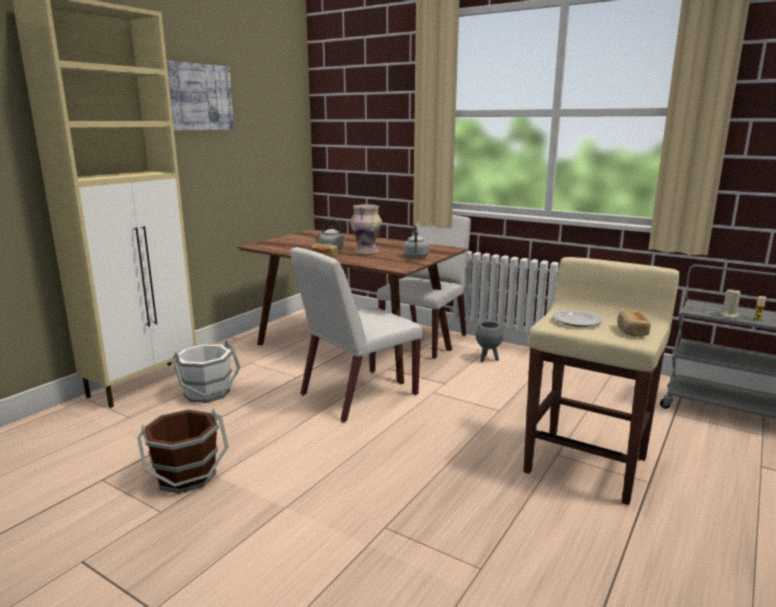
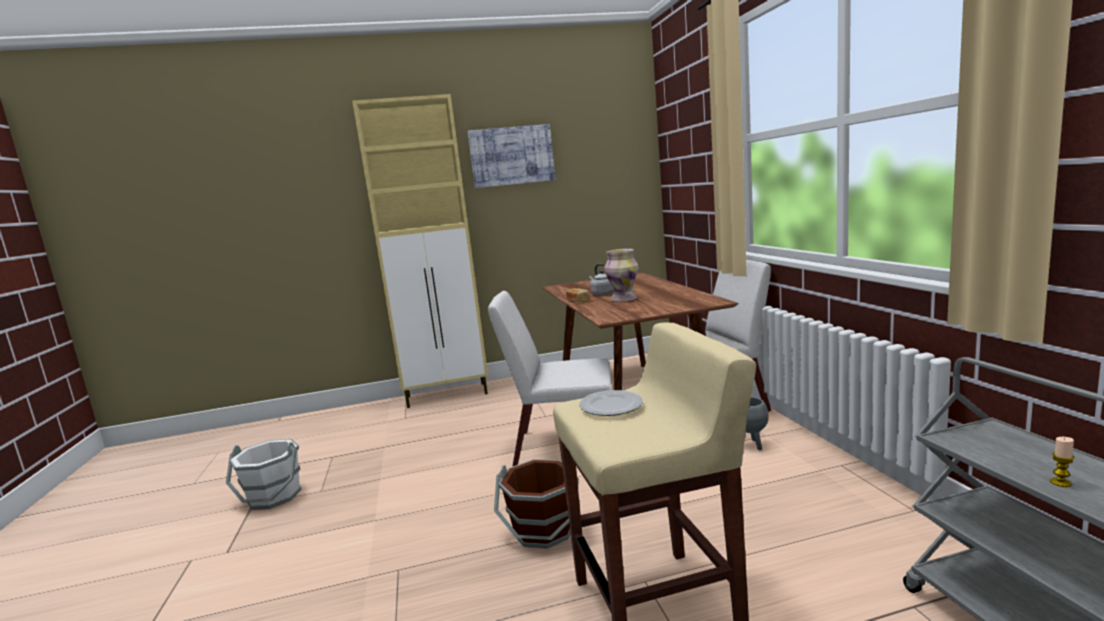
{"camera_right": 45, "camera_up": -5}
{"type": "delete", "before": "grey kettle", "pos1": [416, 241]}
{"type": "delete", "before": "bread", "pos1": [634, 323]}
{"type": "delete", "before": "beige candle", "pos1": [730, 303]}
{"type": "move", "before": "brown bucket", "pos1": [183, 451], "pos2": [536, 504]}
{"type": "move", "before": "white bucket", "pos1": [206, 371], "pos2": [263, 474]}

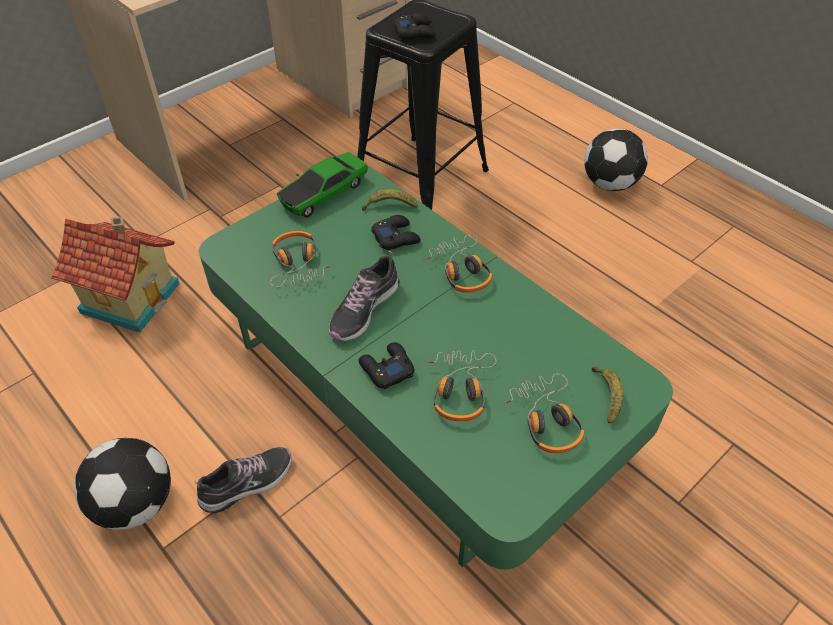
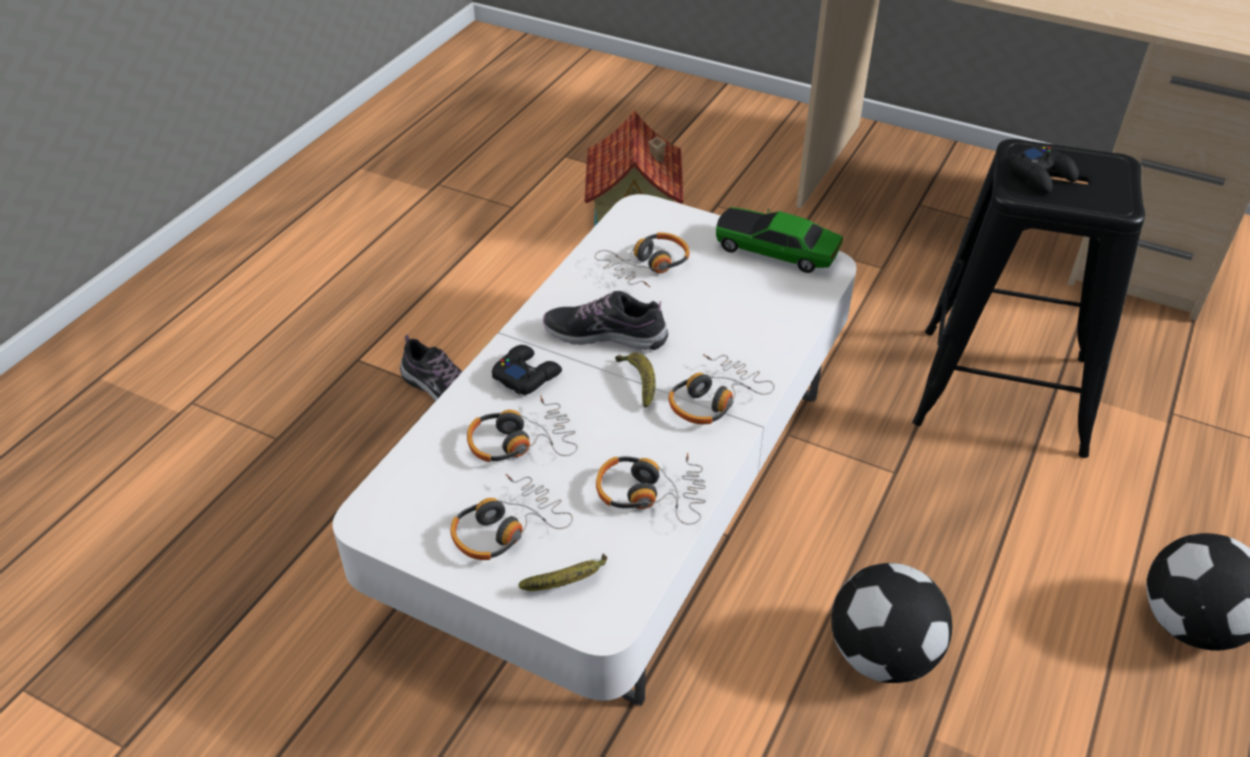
{"camera_right": 70, "camera_up": -5}
{"type": "delete", "before": "black game controller", "pos1": [396, 232]}
{"type": "insert", "after": "headphones", "pos2": [651, 489]}
{"type": "move", "before": "football", "pos1": [122, 484], "pos2": [892, 623]}
{"type": "move", "before": "banana", "pos1": [390, 200], "pos2": [635, 380]}
{"type": "recolor", "before": "green coffee table", "after": "white coffee table", "pos1": [436, 367], "pos2": [594, 450]}

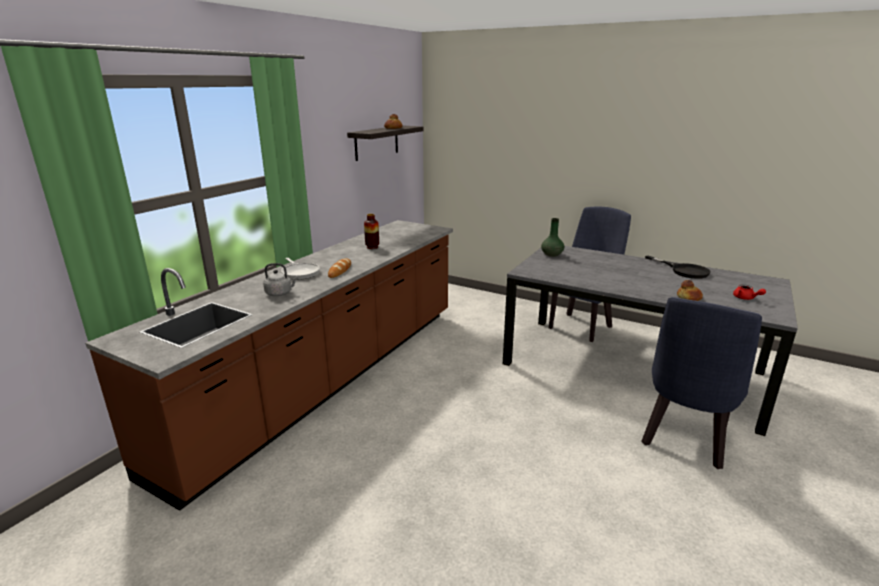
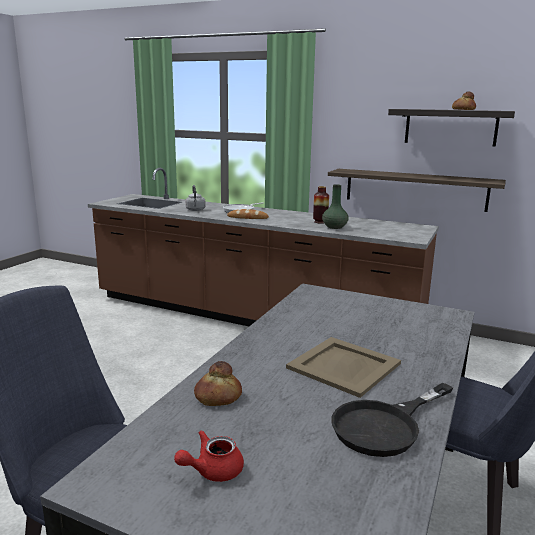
{"camera_right": 85, "camera_up": -5}
{"type": "insert", "after": "beige tray", "pos2": [343, 367]}
{"type": "insert", "after": "shelf", "pos2": [417, 190]}
{"type": "move", "before": "green vase", "pos1": [552, 237], "pos2": [335, 206]}

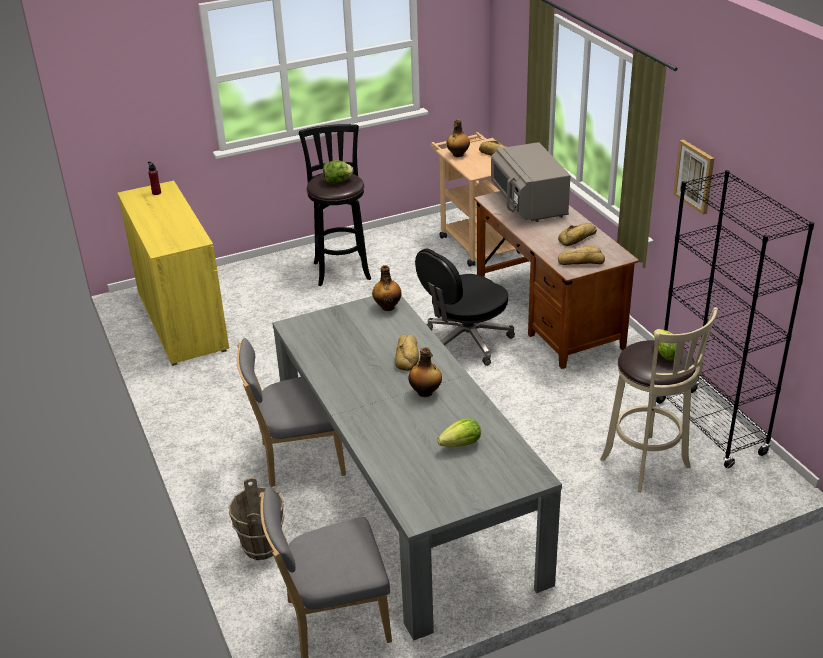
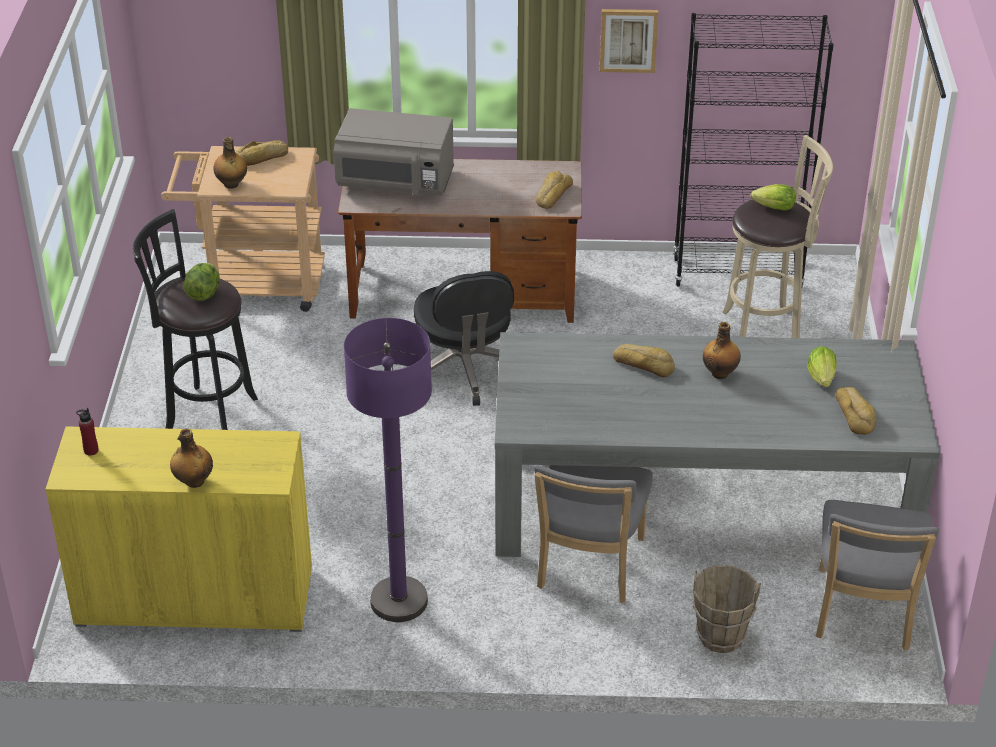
{"camera_right": -65, "camera_up": 5}
{"type": "insert", "after": "purple floor lamp", "pos2": [388, 470]}
{"type": "move", "before": "bottle", "pos1": [387, 288], "pos2": [191, 458]}
{"type": "move", "before": "bread", "pos1": [577, 234], "pos2": [856, 411]}

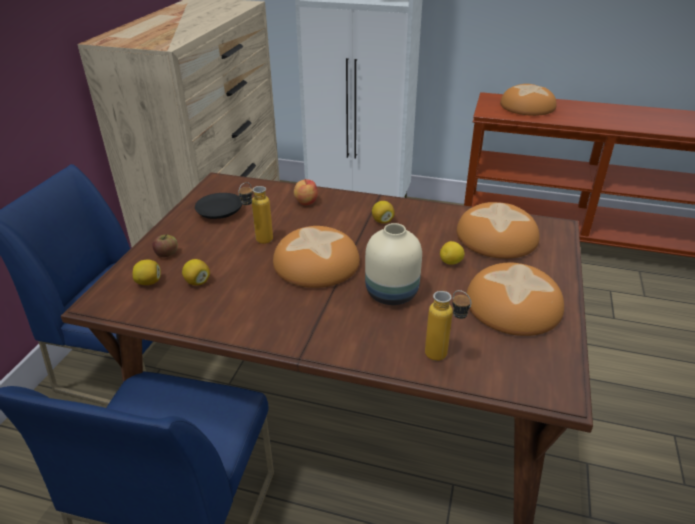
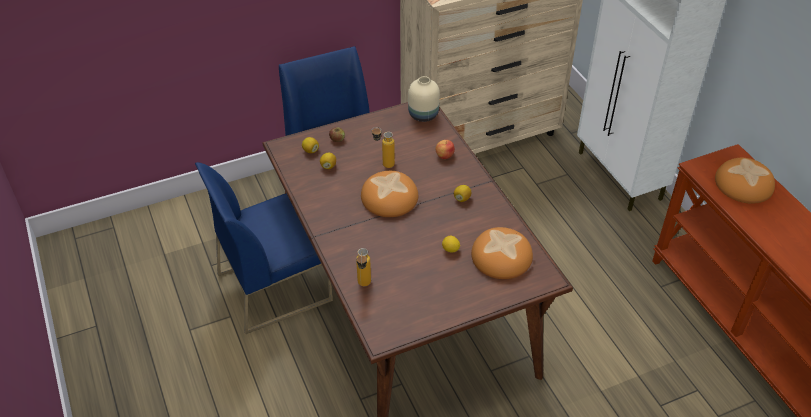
{"camera_right": 50, "camera_up": 10}
{"type": "delete", "before": "black plate", "pos1": [218, 206]}
{"type": "delete", "before": "bread", "pos1": [515, 299]}
{"type": "move", "before": "beige vase", "pos1": [393, 264], "pos2": [424, 99]}

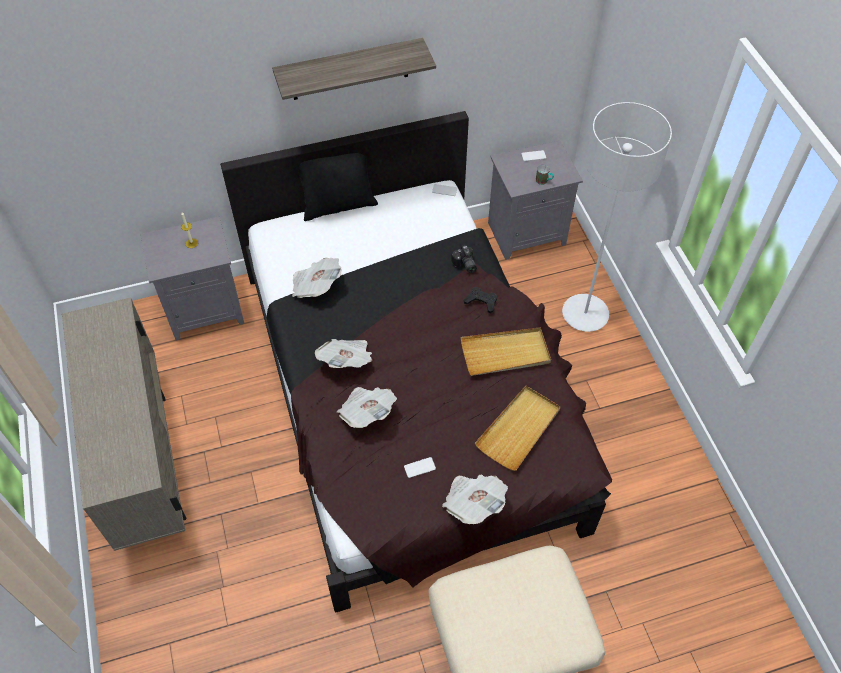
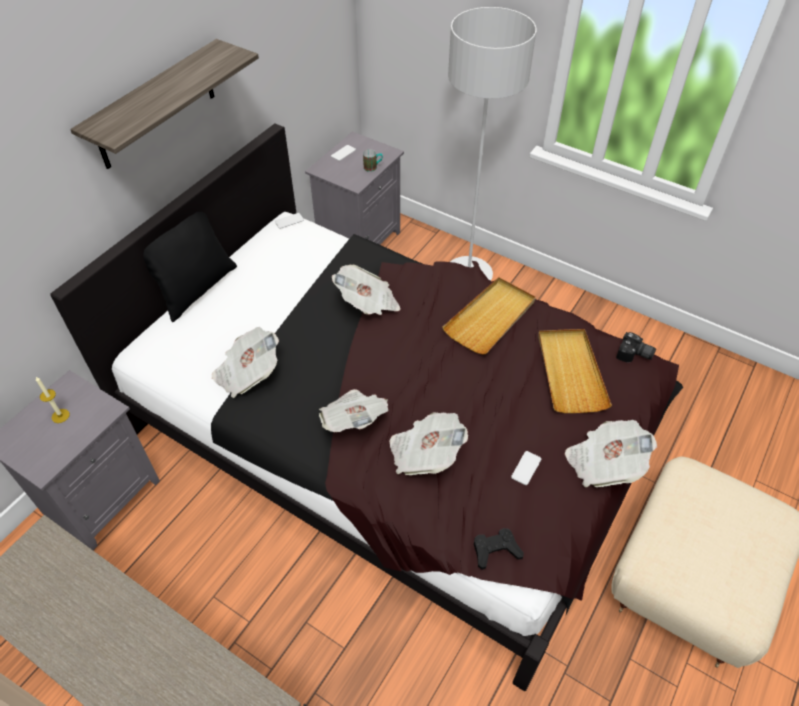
{"camera_right": -40, "camera_up": -5}
{"type": "insert", "after": "newspaper", "pos2": [366, 290]}
{"type": "move", "before": "photo camera", "pos1": [464, 259], "pos2": [636, 347]}
{"type": "move", "before": "black game controller", "pos1": [480, 300], "pos2": [499, 549]}

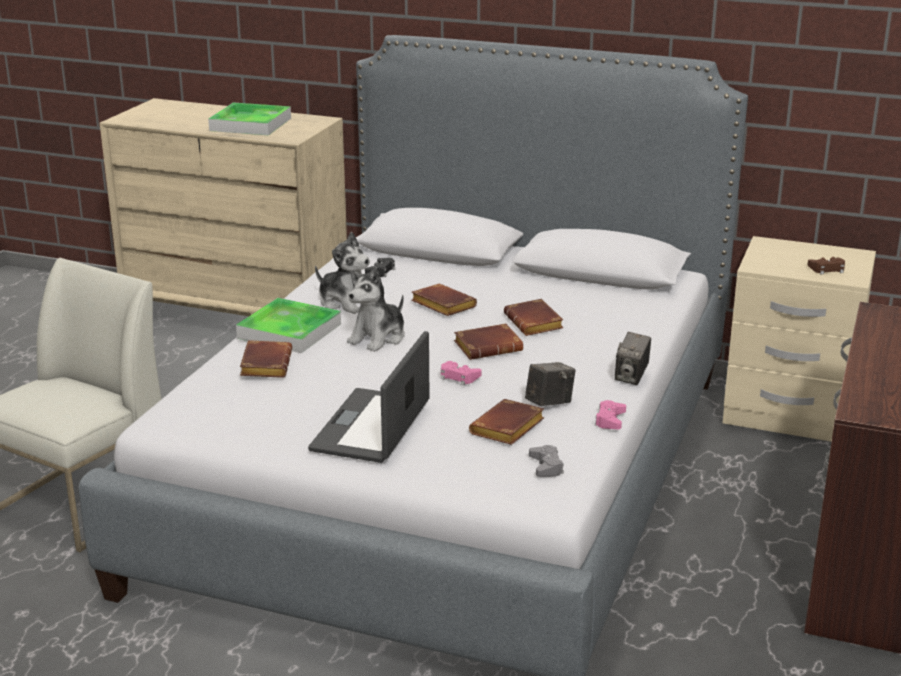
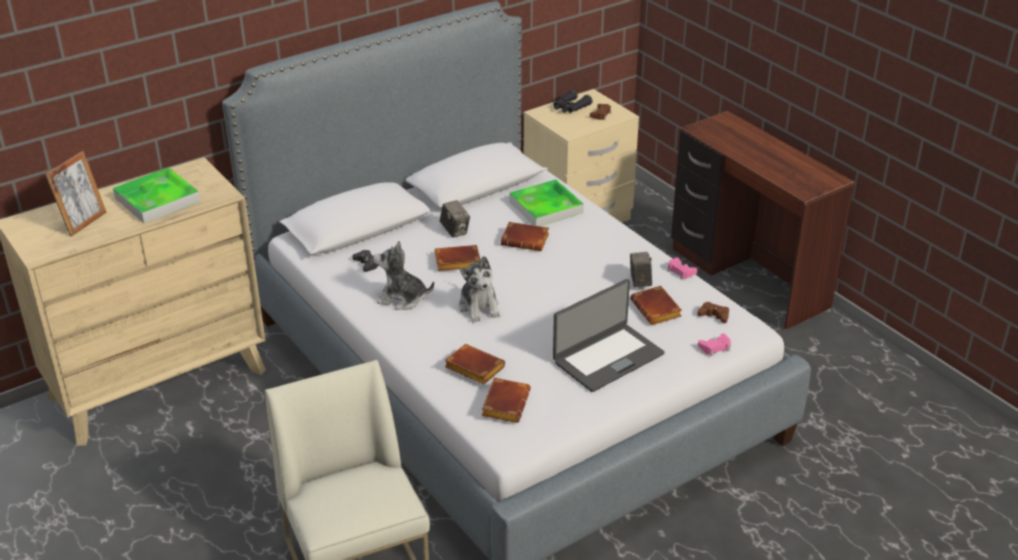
{"camera_right": -55, "camera_up": 10}
{"type": "insert", "after": "picture frame", "pos2": [76, 194]}
{"type": "insert", "after": "black binoculars", "pos2": [573, 101]}
{"type": "move", "before": "tray", "pos1": [288, 325], "pos2": [546, 202]}
{"type": "move", "before": "pink game controller", "pos1": [461, 373], "pos2": [714, 344]}
{"type": "move", "before": "brown book", "pos1": [488, 341], "pos2": [506, 400]}
{"type": "move", "before": "photo camera", "pos1": [633, 358], "pos2": [455, 219]}
{"type": "recolor", "before": "grey game controller", "after": "brown game controller", "pos1": [546, 461], "pos2": [713, 312]}
{"type": "rotate", "before": "laptop", "pos1": [368, 397], "pos2": [609, 335], "turn": -90}
{"type": "rotate", "before": "plush toy", "pos1": [342, 273], "pos2": [403, 275], "turn": -150}

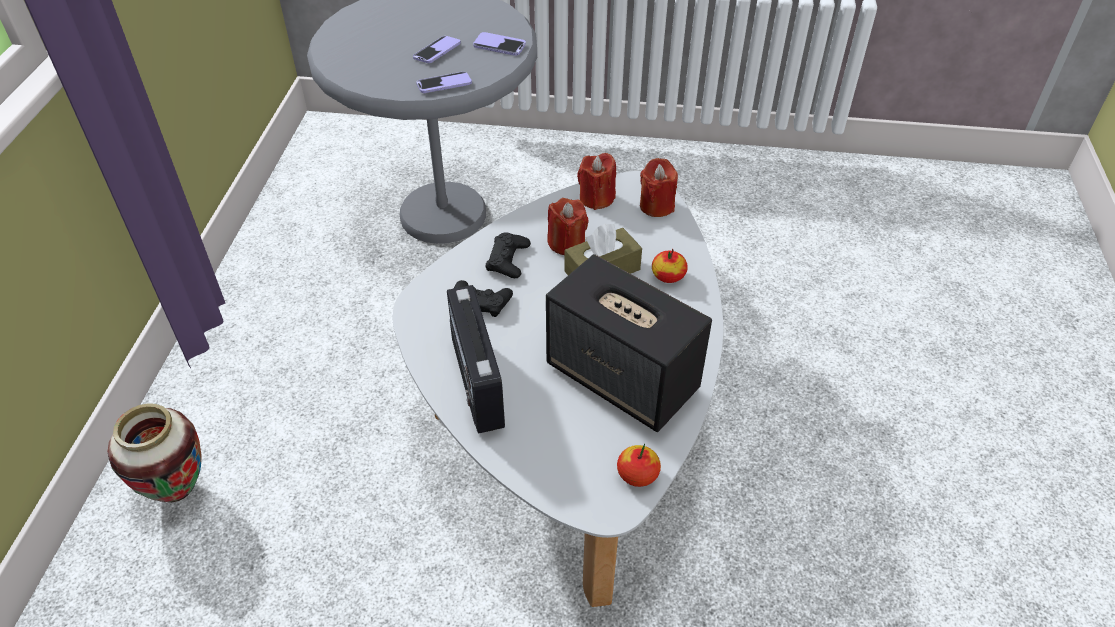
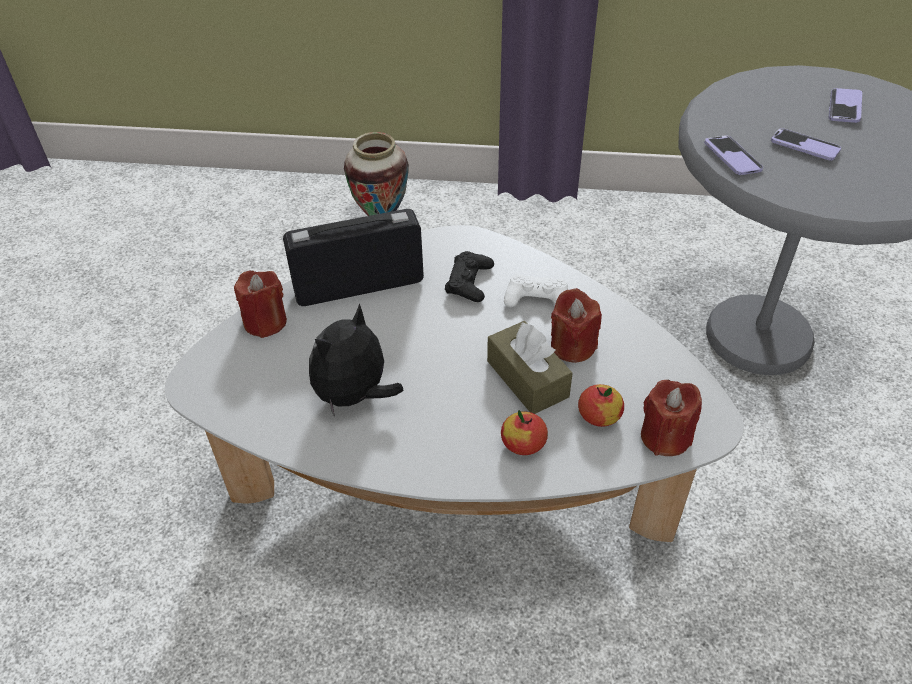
{"camera_right": 90, "camera_up": 0}
{"type": "move", "before": "phone", "pos1": [499, 44], "pos2": [845, 105]}
{"type": "move", "before": "red candle", "pos1": [596, 181], "pos2": [260, 304]}
{"type": "move", "before": "apple", "pos1": [639, 465], "pos2": [601, 405]}
{"type": "replace", "before": "speaker", "after": "plush toy", "pos1": [629, 343], "pos2": [356, 360]}
{"type": "recolor", "before": "black game controller", "after": "white game controller", "pos1": [508, 255], "pos2": [536, 290]}

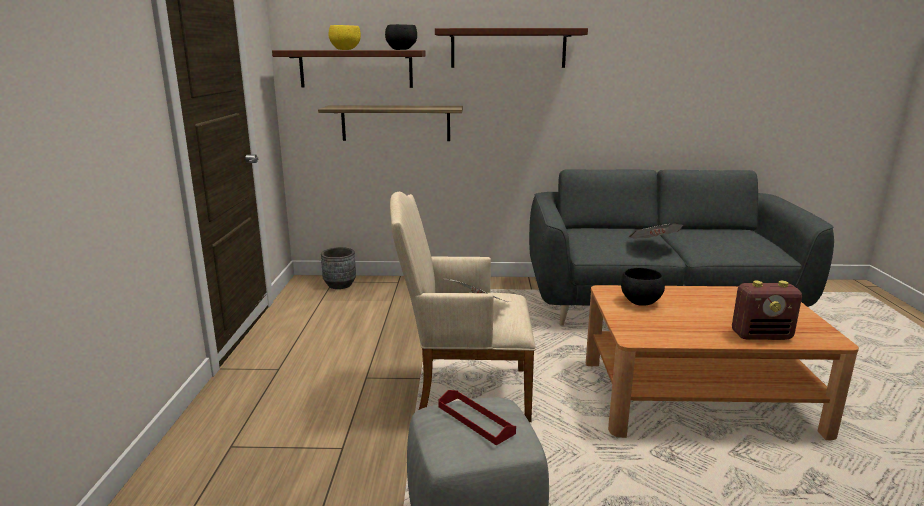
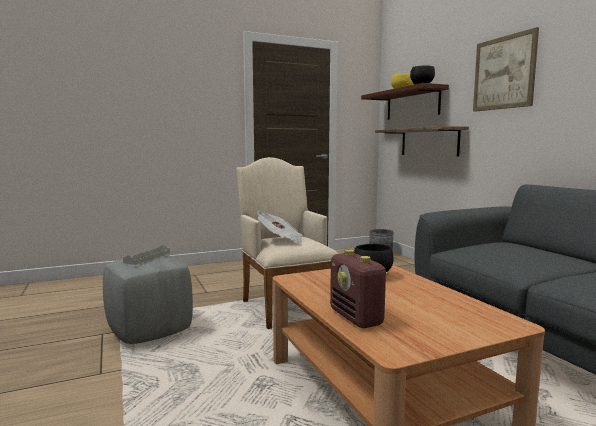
{"camera_right": 65, "camera_up": -10}
{"type": "delete", "before": "newspaper", "pos1": [655, 231]}
{"type": "replace", "before": "brown shelf", "after": "picture", "pos1": [511, 48], "pos2": [506, 69]}
{"type": "recolor", "before": "red tray", "after": "grey tray", "pos1": [477, 417], "pos2": [146, 255]}

